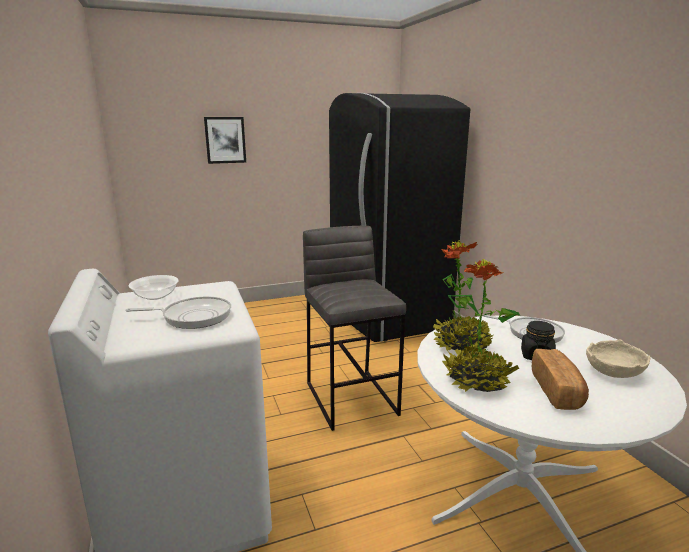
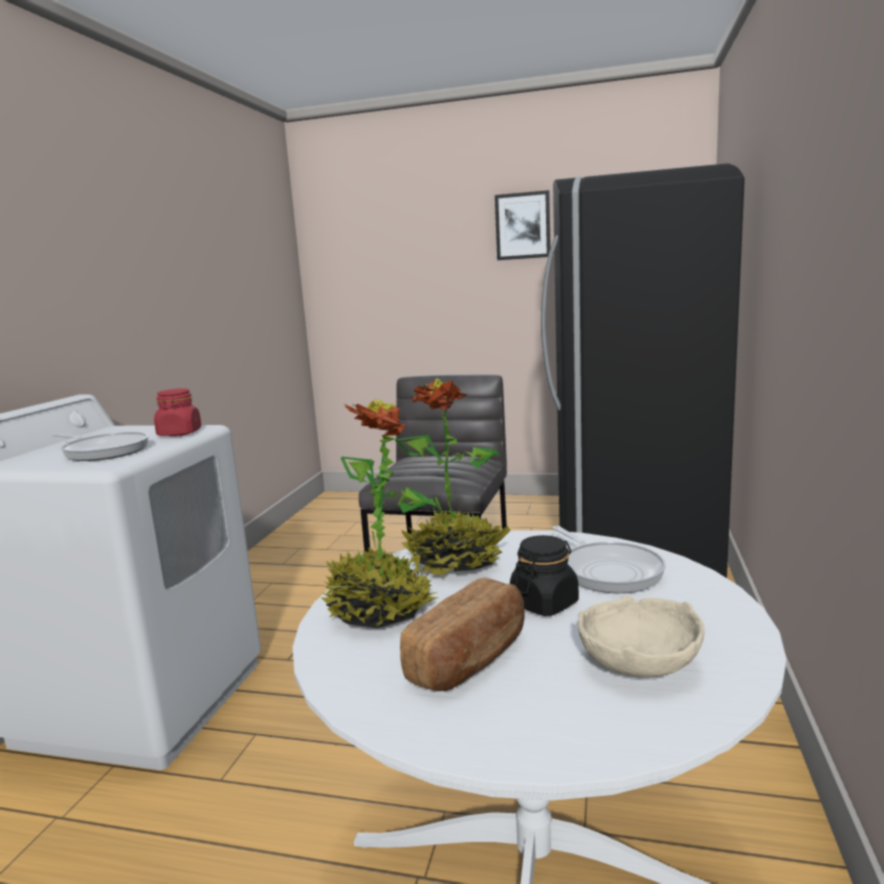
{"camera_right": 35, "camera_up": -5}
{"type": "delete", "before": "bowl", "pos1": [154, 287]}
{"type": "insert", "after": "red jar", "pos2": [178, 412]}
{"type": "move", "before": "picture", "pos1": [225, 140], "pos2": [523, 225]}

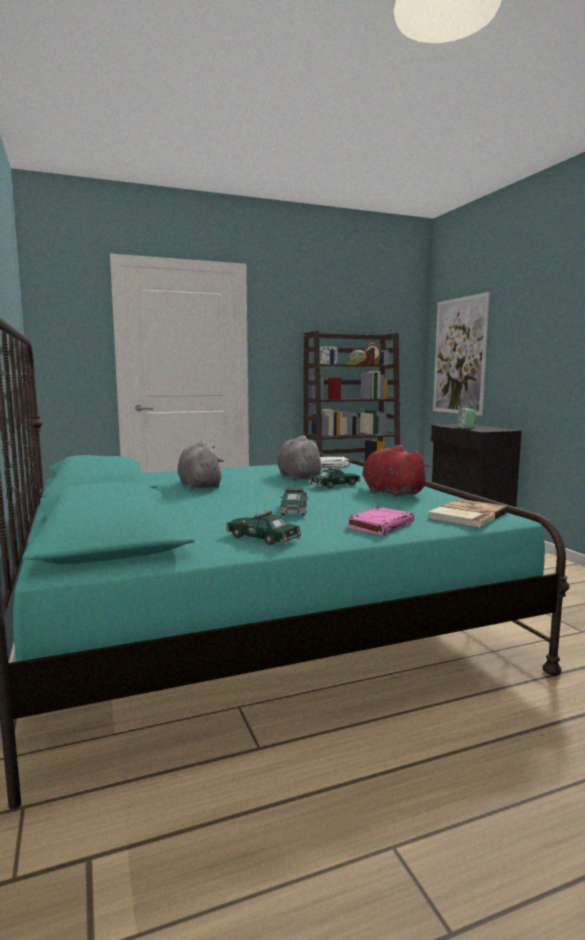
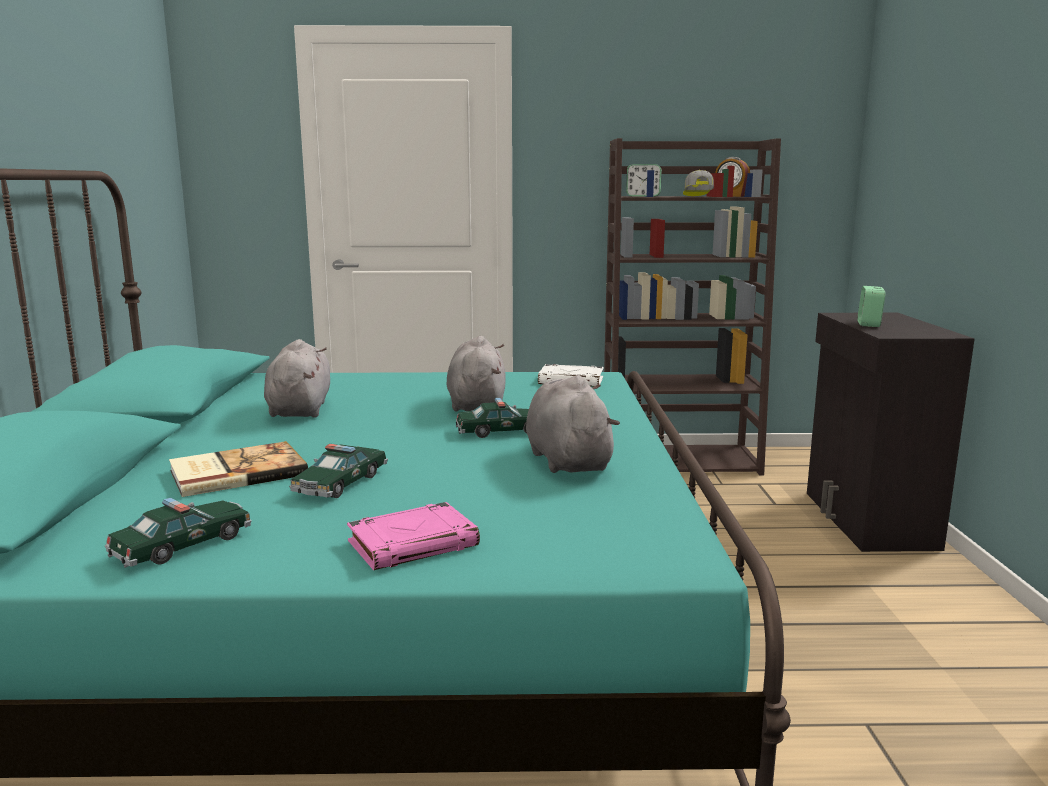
{"camera_right": 20, "camera_up": 5}
{"type": "delete", "before": "picture", "pos1": [461, 354]}
{"type": "move", "before": "book", "pos1": [468, 513], "pos2": [238, 469]}
{"type": "recolor", "before": "red plush toy", "after": "grey plush toy", "pos1": [396, 471], "pos2": [573, 424]}
{"type": "rotate", "before": "toy car", "pos1": [263, 527], "pos2": [178, 533], "turn": 75}

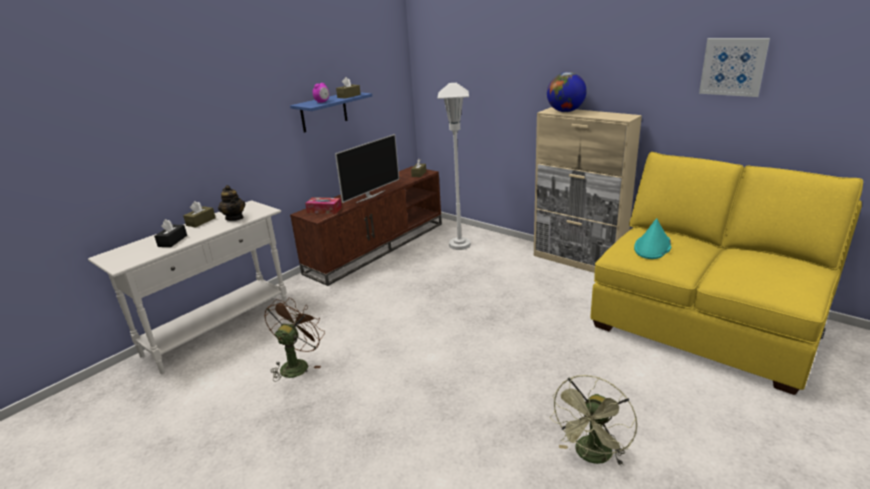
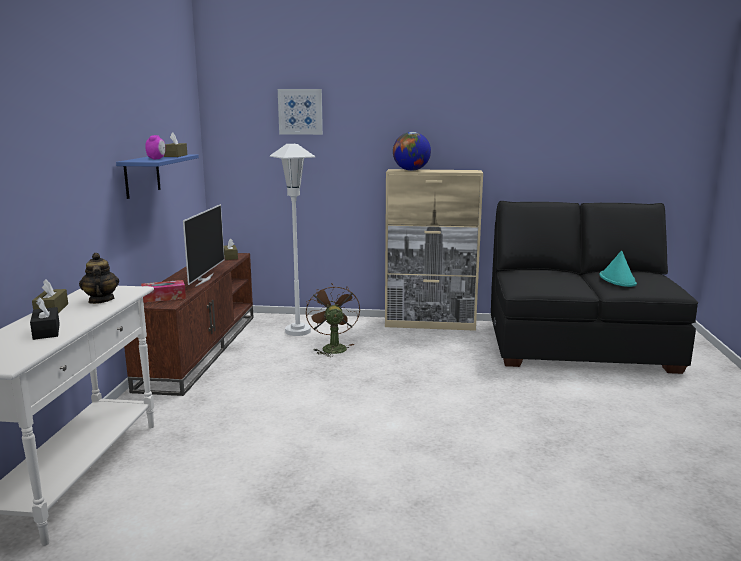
{"camera_right": -35, "camera_up": -10}
{"type": "delete", "before": "green fan", "pos1": [593, 420]}
{"type": "move", "before": "brown fan", "pos1": [294, 340], "pos2": [333, 320]}
{"type": "move", "before": "turquoise hat", "pos1": [653, 239], "pos2": [618, 269]}
{"type": "move", "before": "picture", "pos1": [734, 67], "pos2": [300, 112]}
{"type": "recolor", "before": "yellow sofa", "after": "black sofa", "pos1": [726, 273], "pos2": [594, 287]}
{"type": "rotate", "before": "teapot", "pos1": [231, 203], "pos2": [99, 278], "turn": -135}

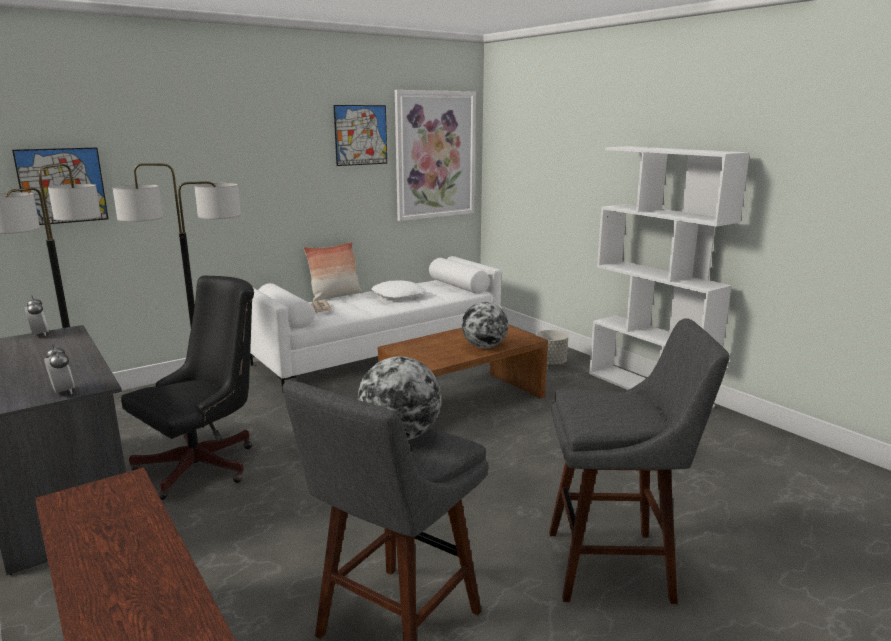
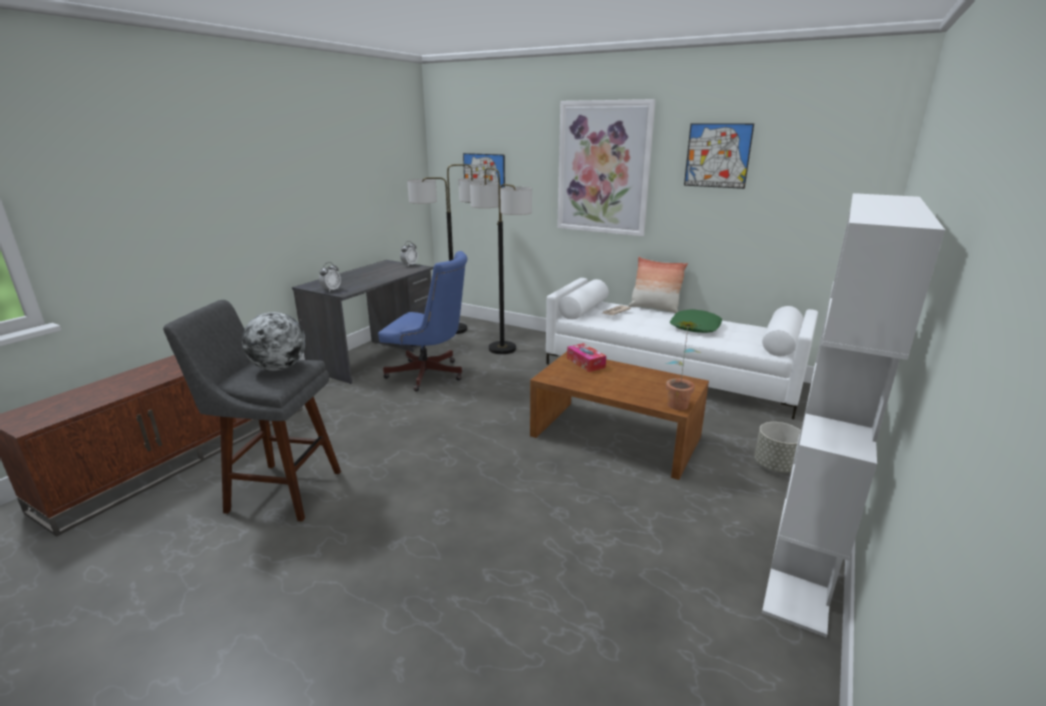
{"camera_right": 65, "camera_up": 5}
{"type": "delete", "before": "globe", "pos1": [485, 325]}
{"type": "delete", "before": "grey stool", "pos1": [639, 461]}
{"type": "insert", "after": "tissue box", "pos2": [586, 357]}
{"type": "insert", "after": "potted plant", "pos2": [683, 365]}
{"type": "move", "before": "picture", "pos1": [435, 155], "pos2": [606, 167]}
{"type": "recolor", "before": "black office chair", "after": "blue office chair", "pos1": [187, 387], "pos2": [423, 321]}
{"type": "recolor", "before": "white pillow", "after": "green pillow", "pos1": [398, 290], "pos2": [696, 321]}

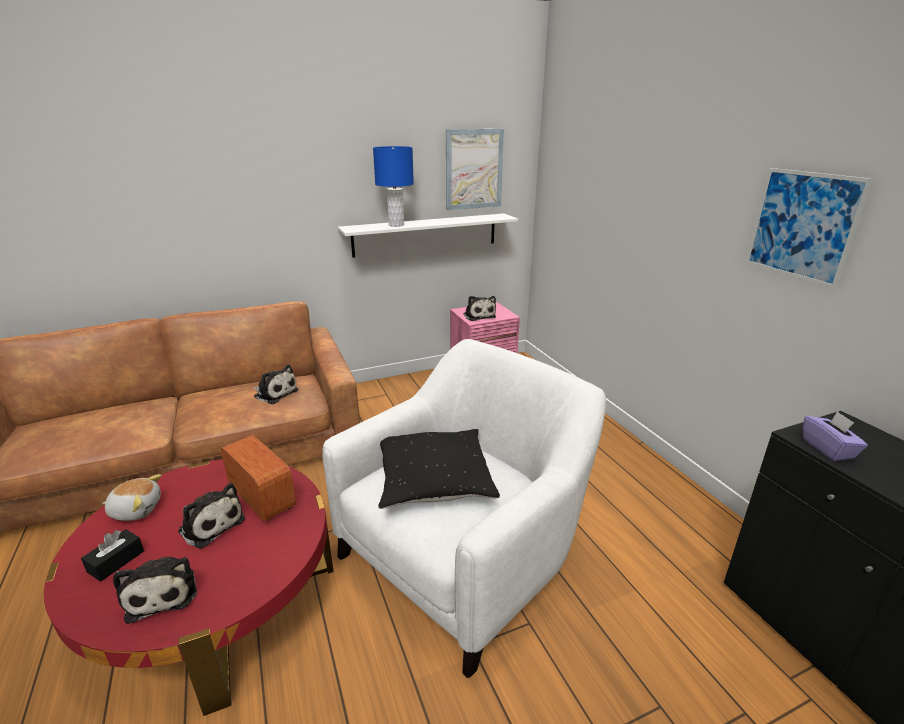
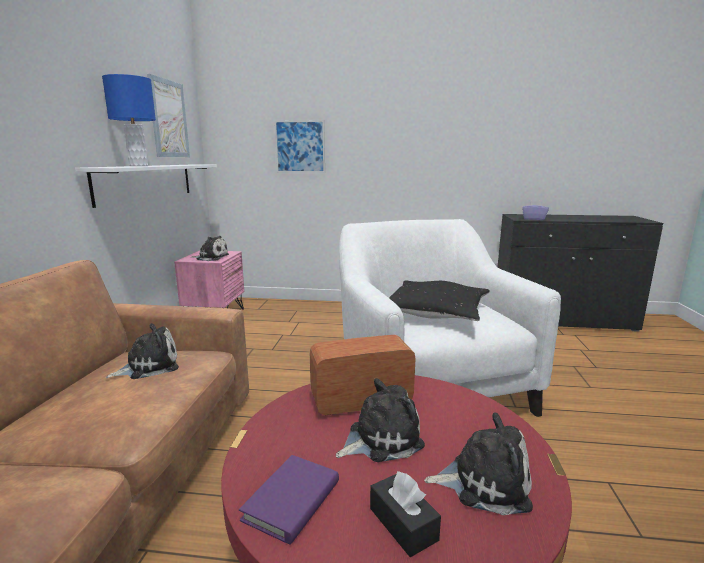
{"camera_right": -60, "camera_up": -10}
{"type": "move", "before": "picture", "pos1": [809, 228], "pos2": [299, 146]}
{"type": "replace", "before": "plush toy", "after": "purple book", "pos1": [132, 497], "pos2": [289, 500]}

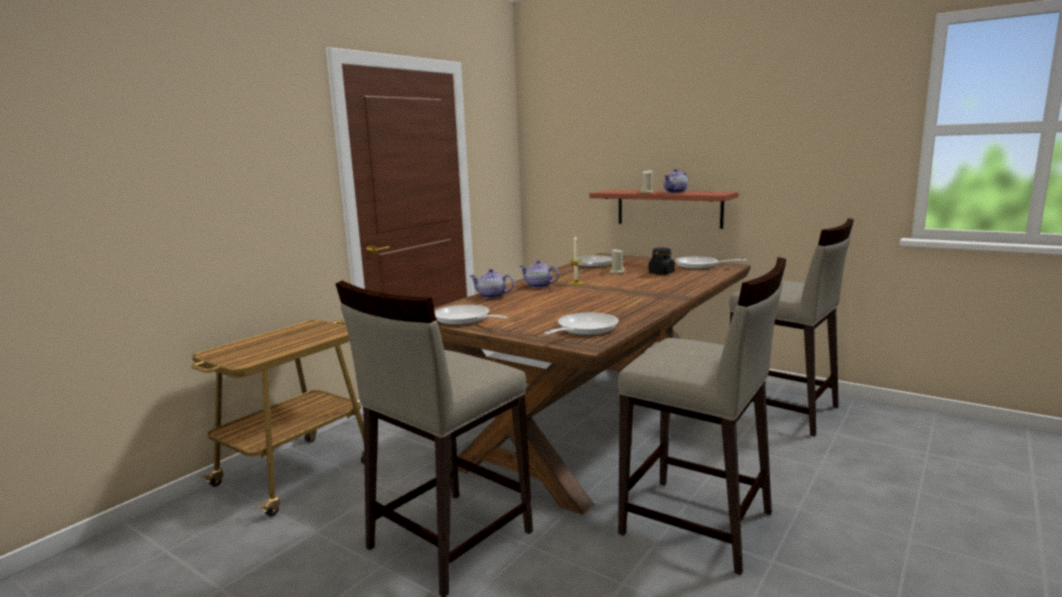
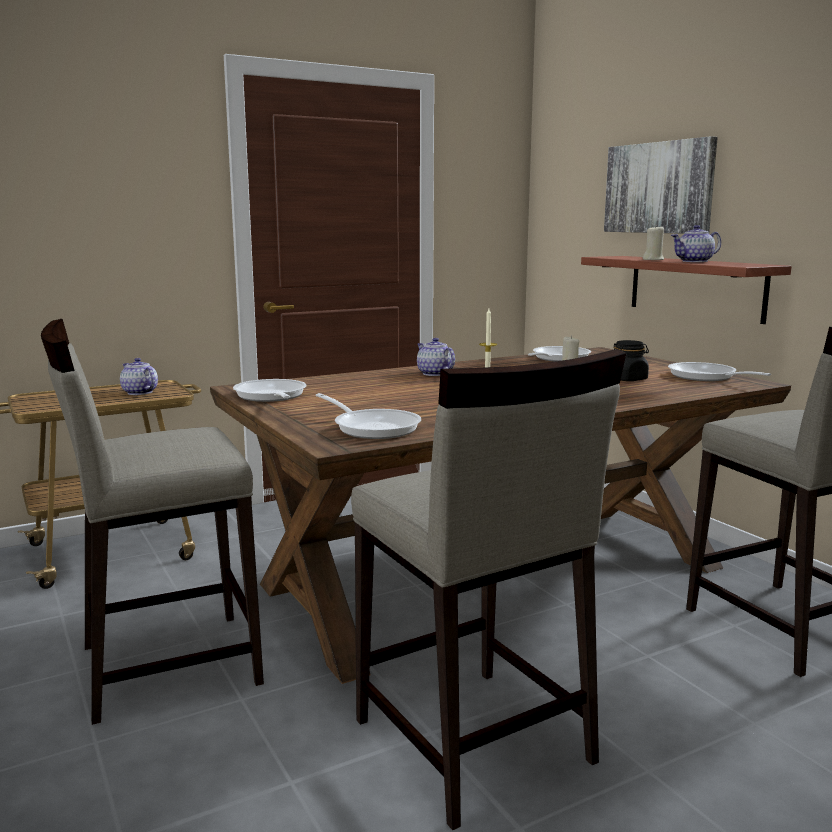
{"camera_right": 25, "camera_up": 0}
{"type": "insert", "after": "picture", "pos2": [661, 185]}
{"type": "move", "before": "teapot", "pos1": [492, 284], "pos2": [139, 376]}
{"type": "rotate", "before": "frying pan", "pos1": [581, 324], "pos2": [368, 416], "turn": 75}

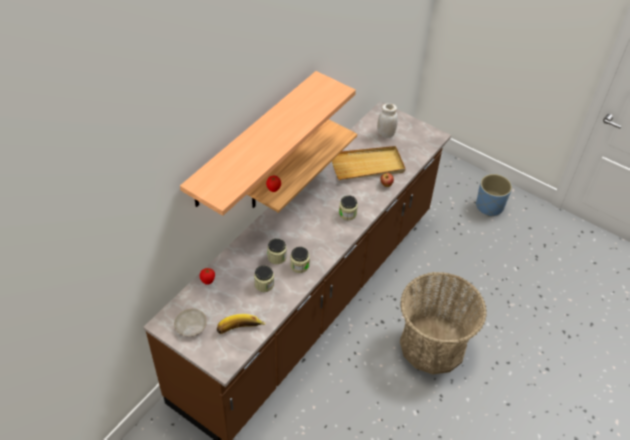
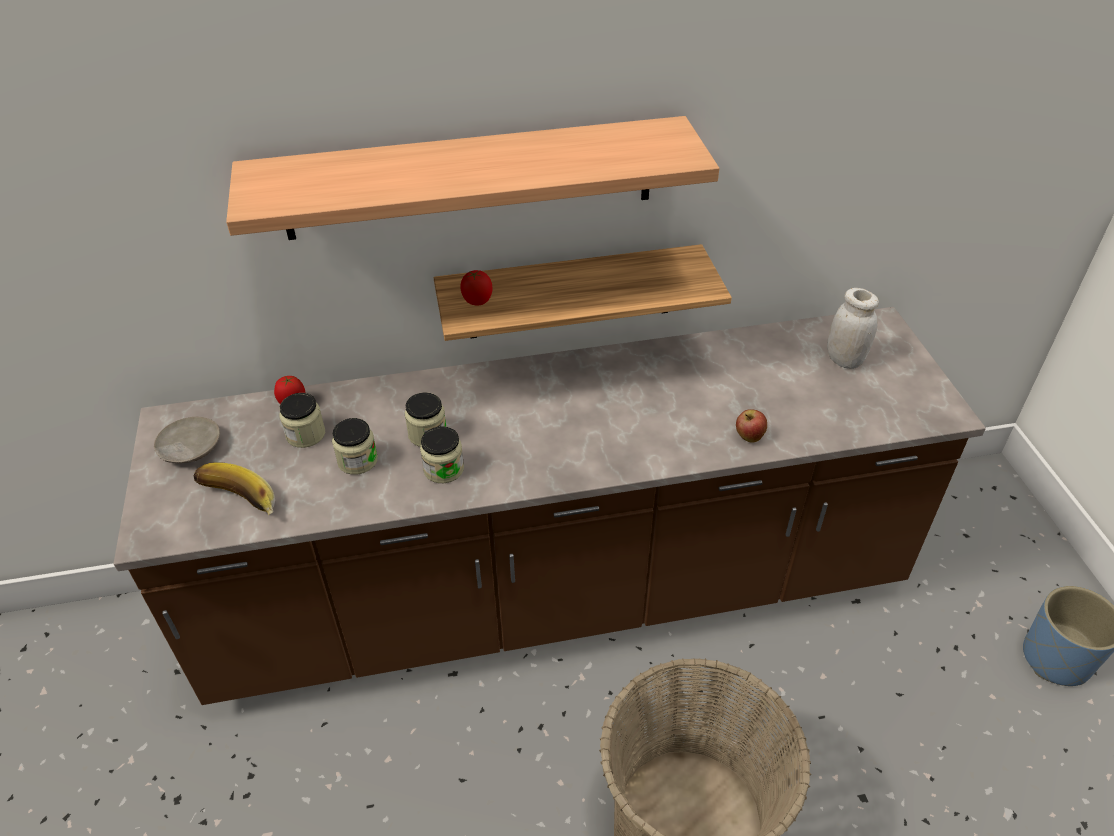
{"camera_right": 45, "camera_up": -5}
{"type": "delete", "before": "beige tray", "pos1": [368, 163]}
{"type": "move", "before": "jar", "pos1": [348, 207], "pos2": [302, 420]}

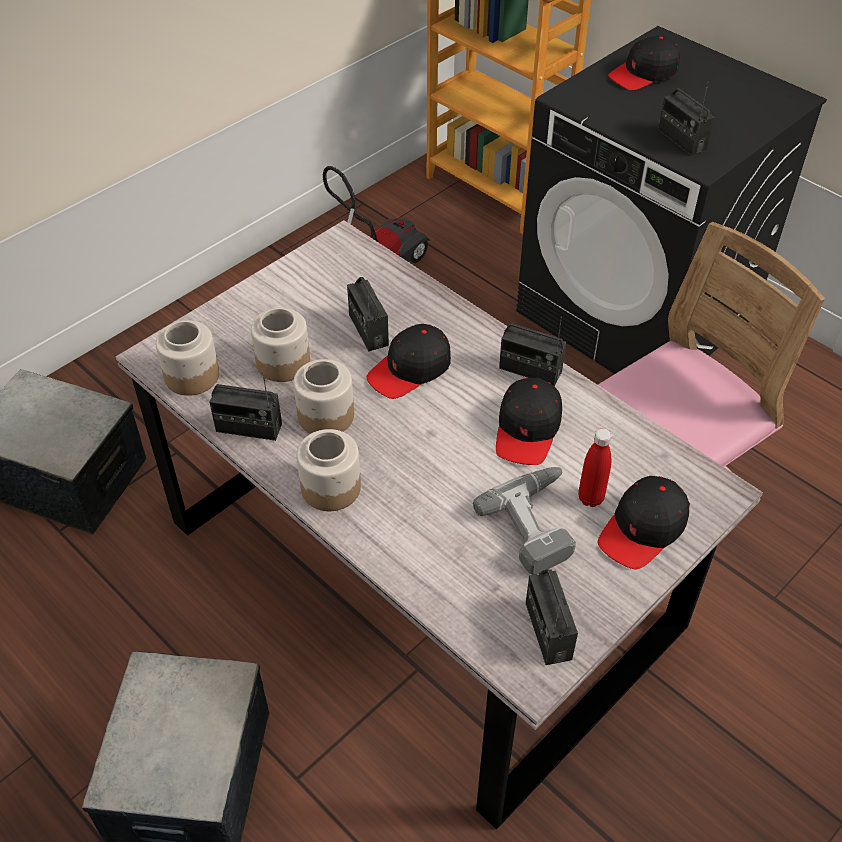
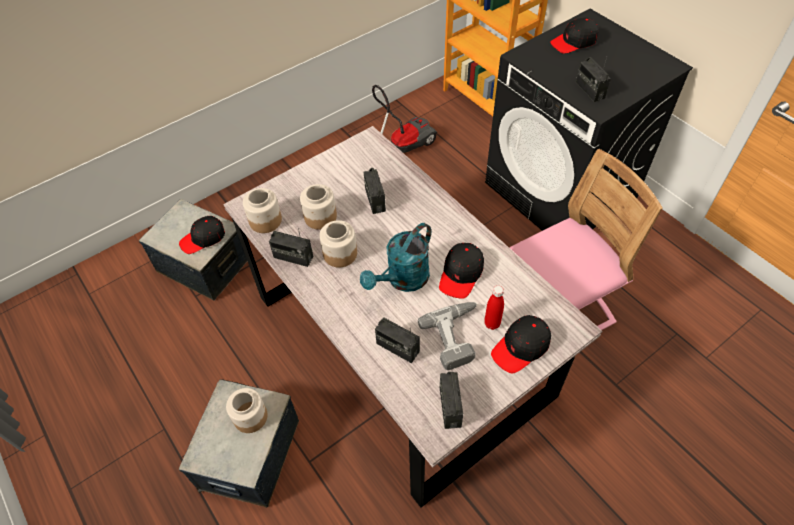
{"camera_right": 10, "camera_up": 5}
{"type": "insert", "after": "turquoise watering can", "pos2": [395, 257]}
{"type": "move", "before": "jar", "pos1": [329, 470], "pos2": [247, 410]}
{"type": "move", "before": "black cap", "pos1": [408, 361], "pos2": [202, 235]}
{"type": "move", "before": "radio", "pos1": [532, 351], "pos2": [397, 340]}

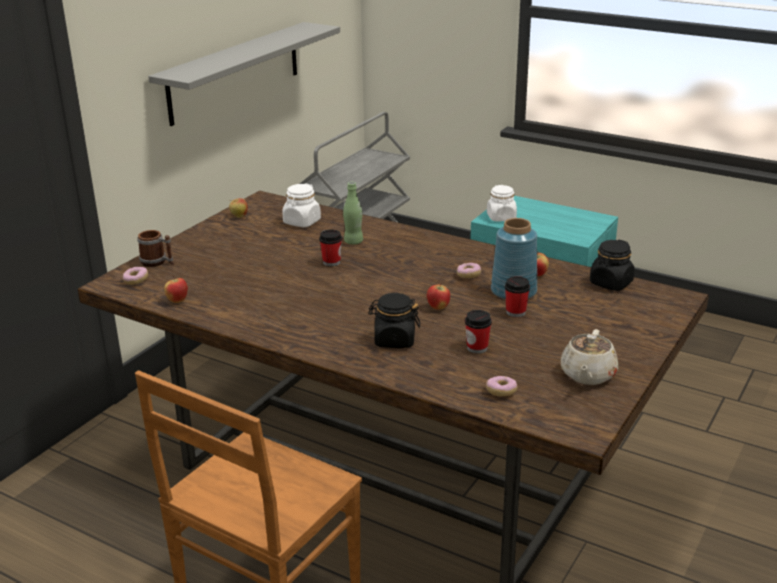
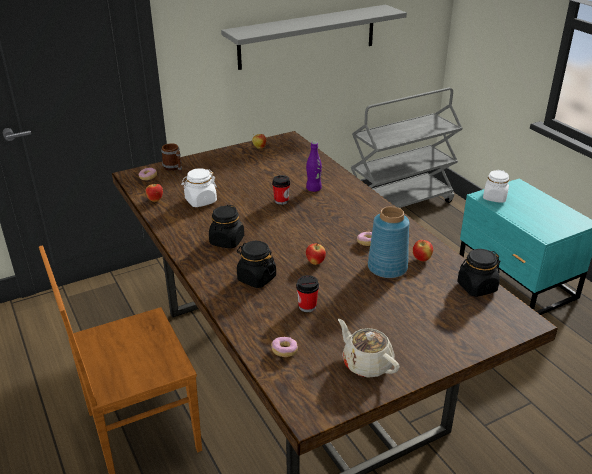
{"camera_right": 30, "camera_up": 5}
{"type": "delete", "before": "cup", "pos1": [517, 296]}
{"type": "insert", "after": "black jar", "pos2": [226, 227]}
{"type": "move", "before": "white jar", "pos1": [301, 205], "pos2": [199, 187]}
{"type": "recolor", "before": "green bottle", "after": "purple bottle", "pos1": [353, 213], "pos2": [314, 167]}
{"type": "rotate", "before": "beige teapot", "pos1": [589, 357], "pos2": [369, 348], "turn": 90}

